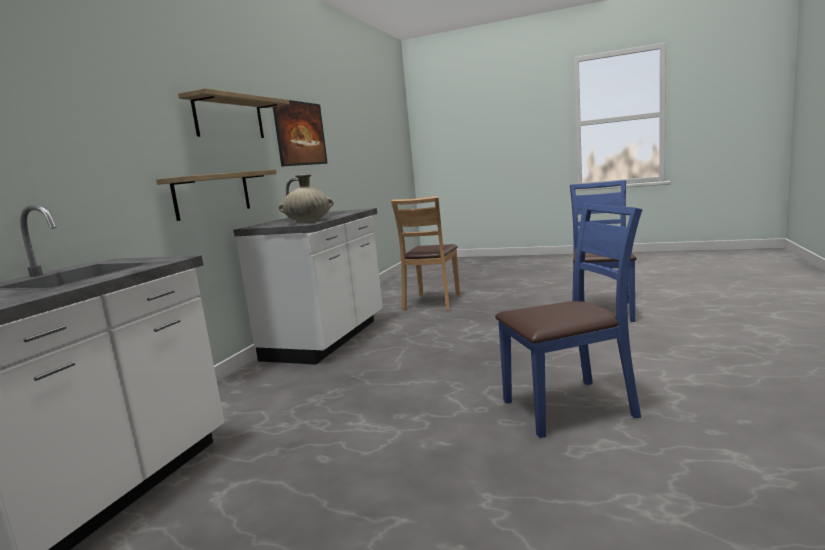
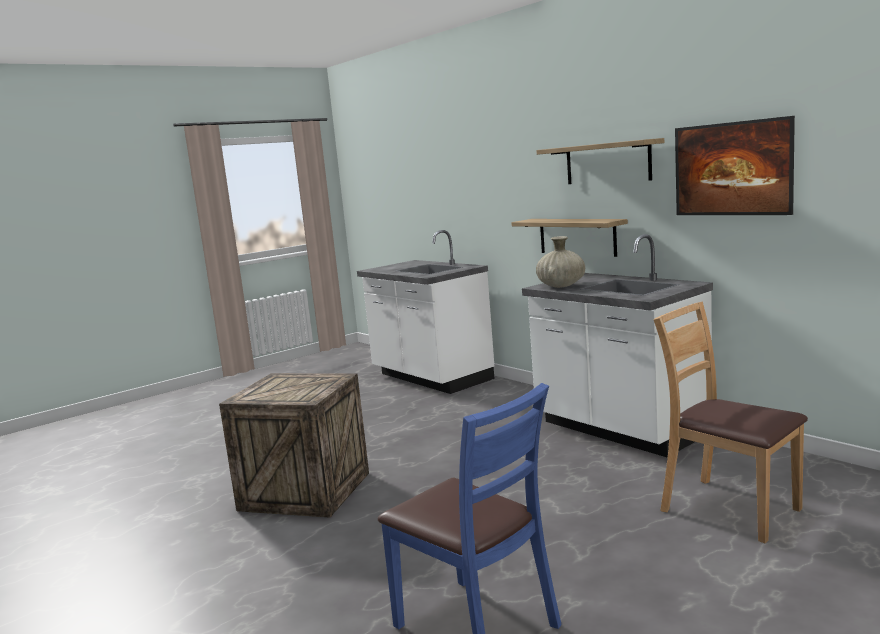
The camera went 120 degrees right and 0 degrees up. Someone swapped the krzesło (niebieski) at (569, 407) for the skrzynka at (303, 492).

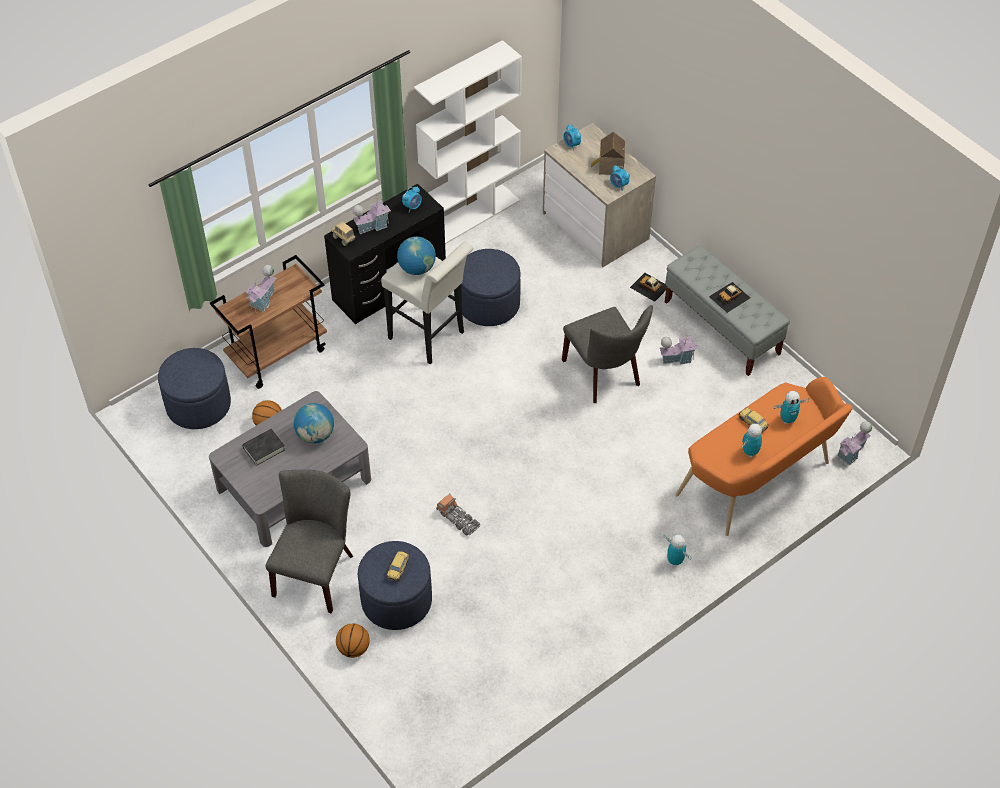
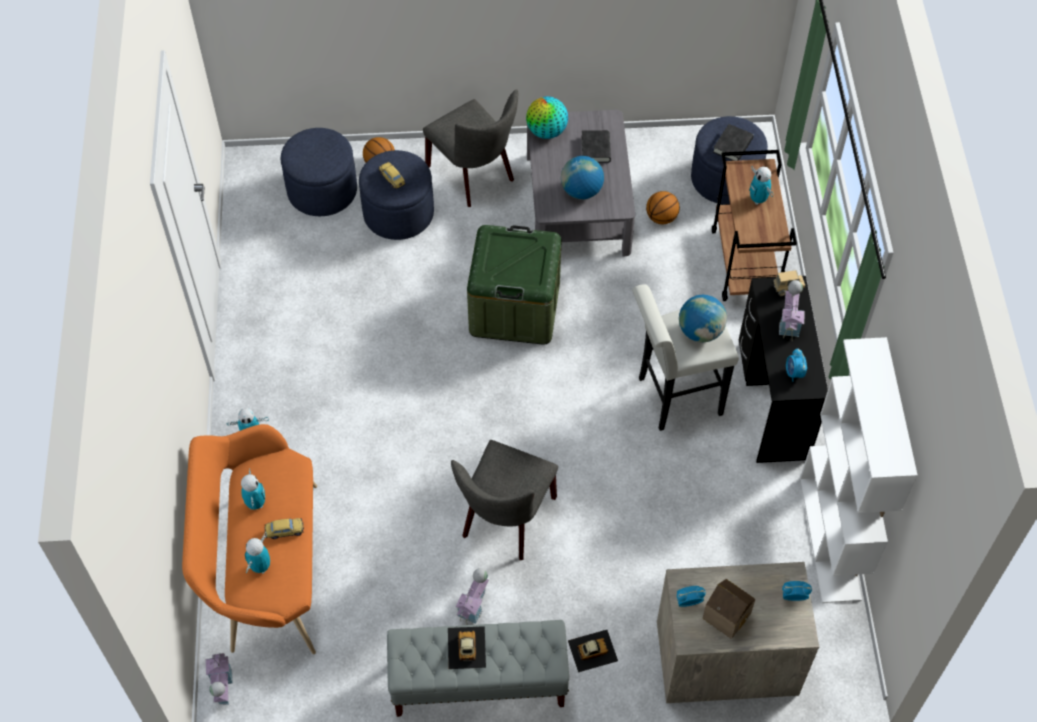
The camera went 125 degrees right and 5 degrees up. Someone carried the pufa (niebieski) from (489, 304) to (322, 190). Someone rotated the krzesło (szary) at (604, 375) by 75 degrees counterclockwise. Someone put down the pojemnik do przechowywania (zielony) at (514, 308). Someone put down the globus at (546, 131). Someone put down the książka (czarny) at (732, 146). Someone swapped the domek at (264, 300) for the robot zabawkowy at (758, 199). Someone took away the ciężarówka zabawkowa at (458, 519).

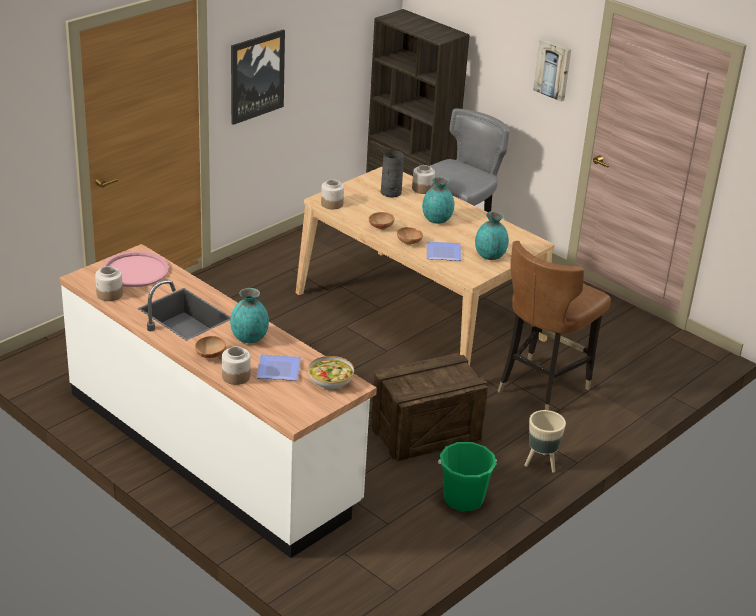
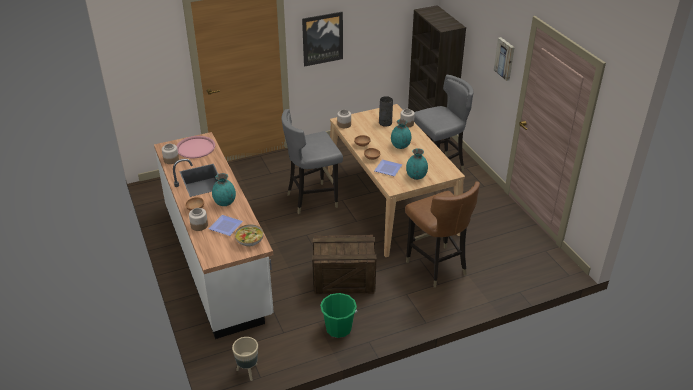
The camera went 25 degrees right and 5 degrees up. Someone carried the donica (beżowy) from (541, 464) to (248, 371). Someone put down the krzesło (szary) at (312, 199). Someone rotated the krzesło (brązowy) at (541, 387) by 90 degrees counterclockwise.

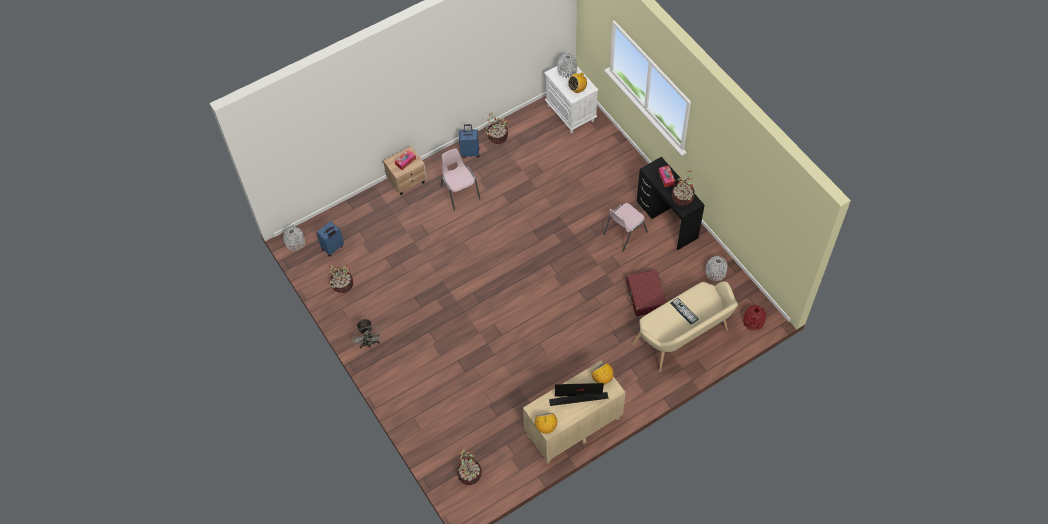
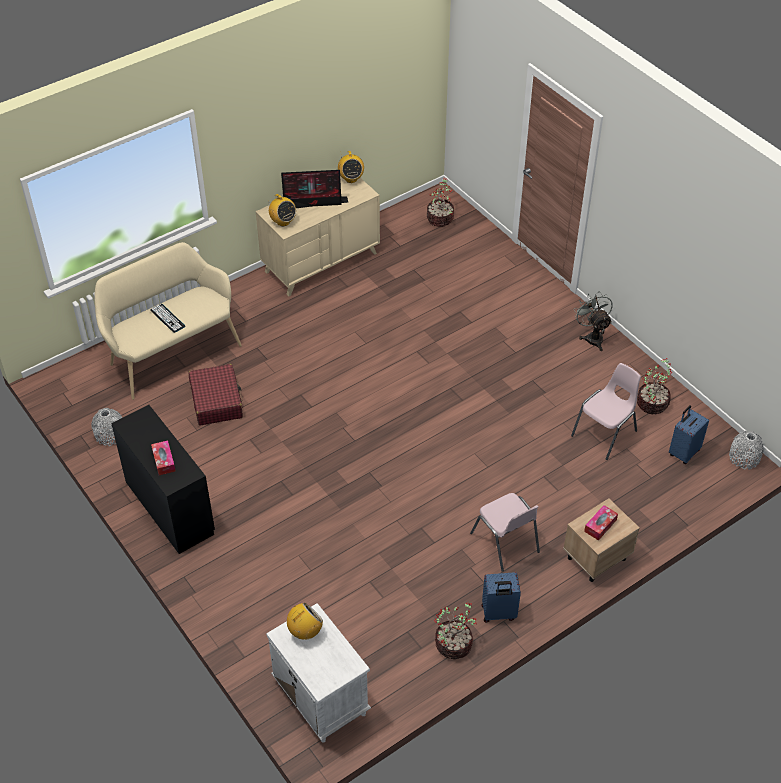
The camera went 175 degrees right and 10 degrees down. Someone carried the krzesło (różowy) from (624, 233) to (605, 433). Someone took away the wazon (szary) at (567, 71). Someone took away the roślina doniczkowa at (682, 198). Someone took away the wazon (czerwony) at (753, 321).

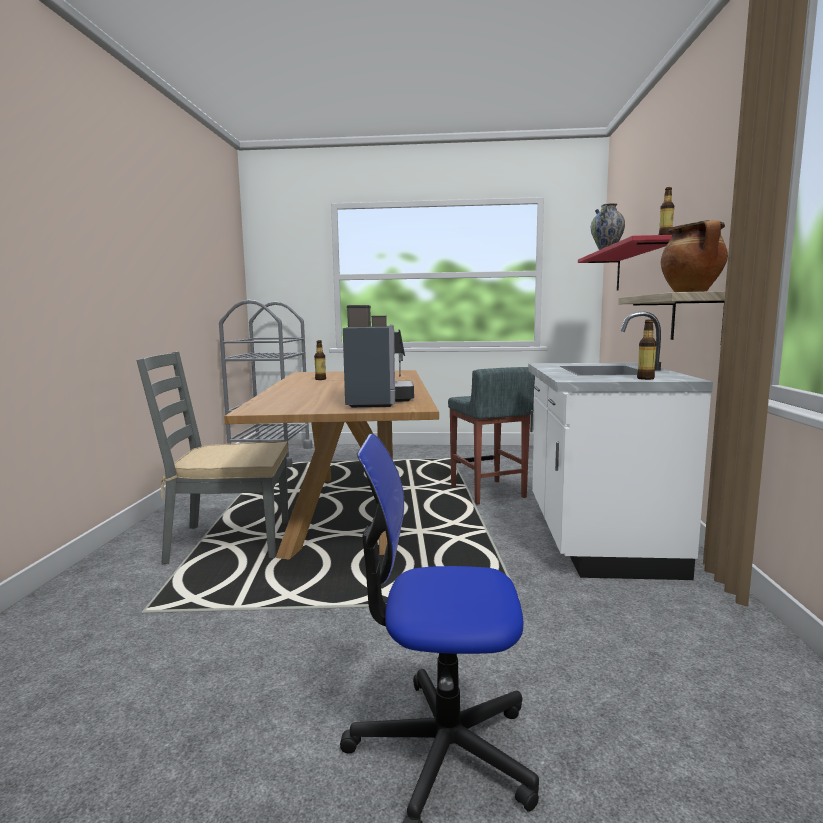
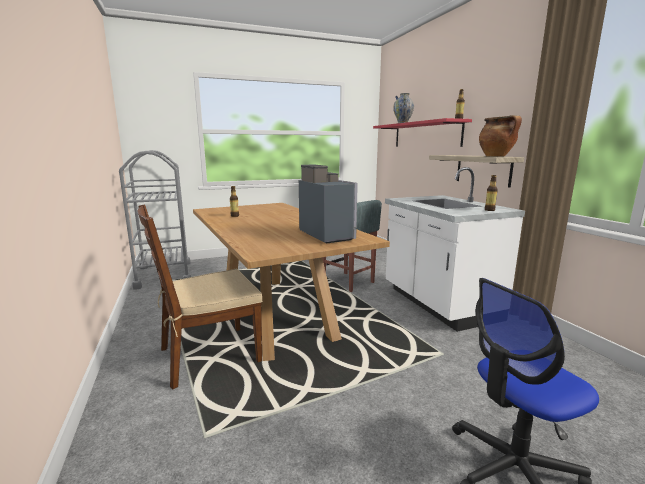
The camera went 25 degrees left and 5 degrees up. Someone repainted the krzesło (szary) at (228, 541), which became the krzesło (brązowy) at (209, 355).

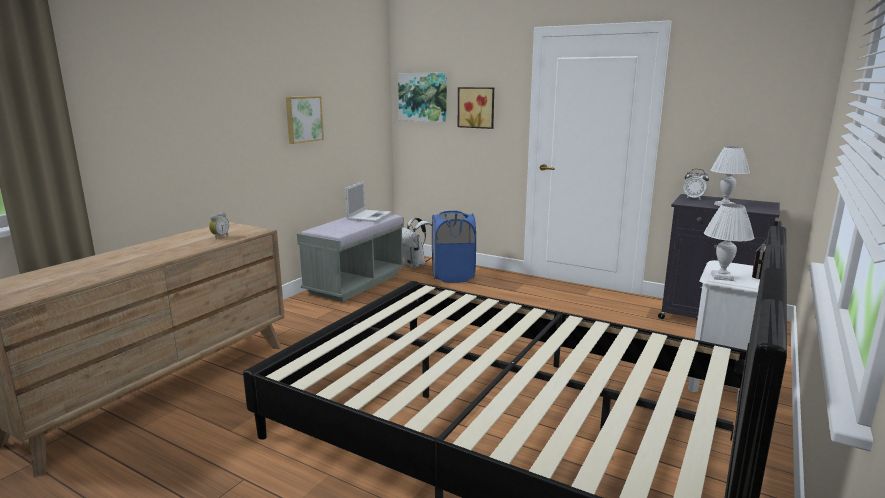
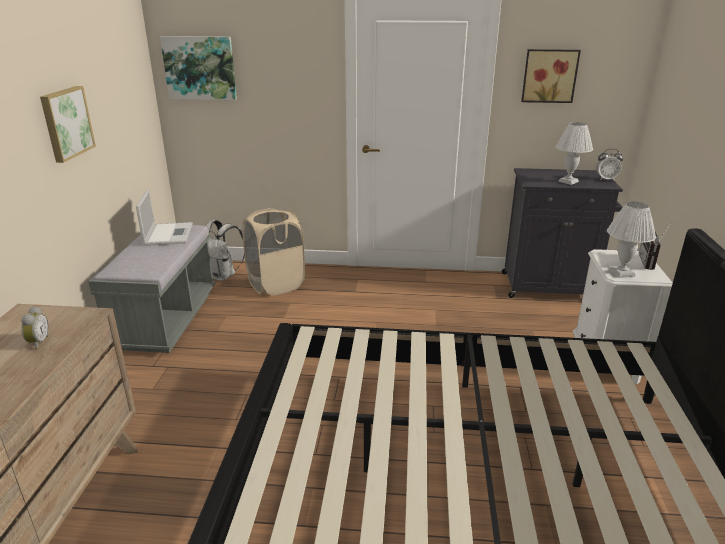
The camera went 25 degrees left and 10 degrees up. Someone repainted the kosz na pranie (niebieski) at (453, 276), which became the kosz na pranie (beżowy) at (276, 284). Someone carried the obraz from (476, 107) to (549, 76). Someone carried the budzik from (694, 198) to (606, 179).

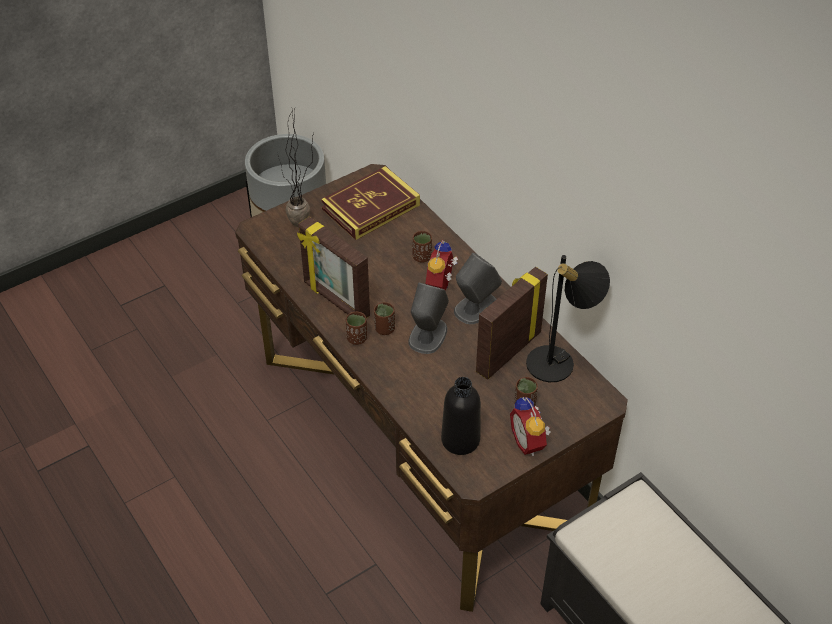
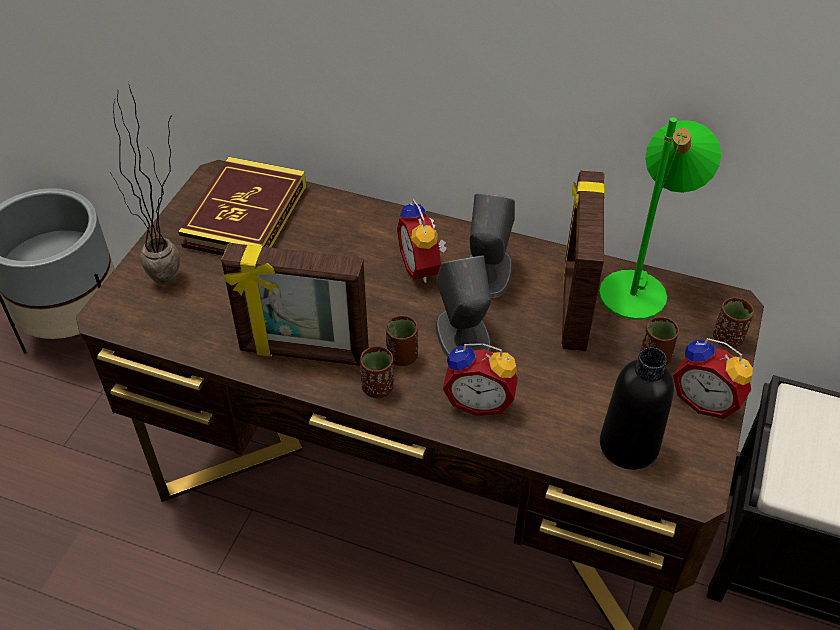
The camera went 35 degrees left and 0 degrees up. Someone put down the budzik at (479, 400). Someone repainted the lampa stołowa (czarny) at (559, 362), which became the lampa stołowa (zielony) at (641, 287). Someone carried the filiżanka (brązowy) from (422, 257) to (727, 338).

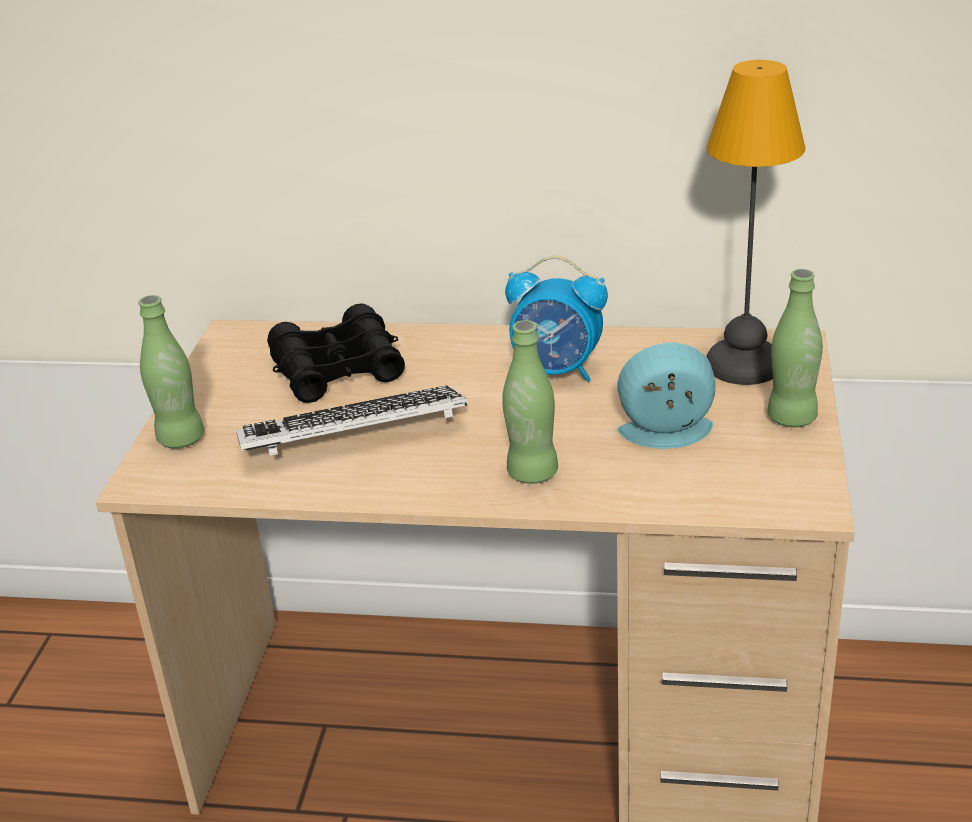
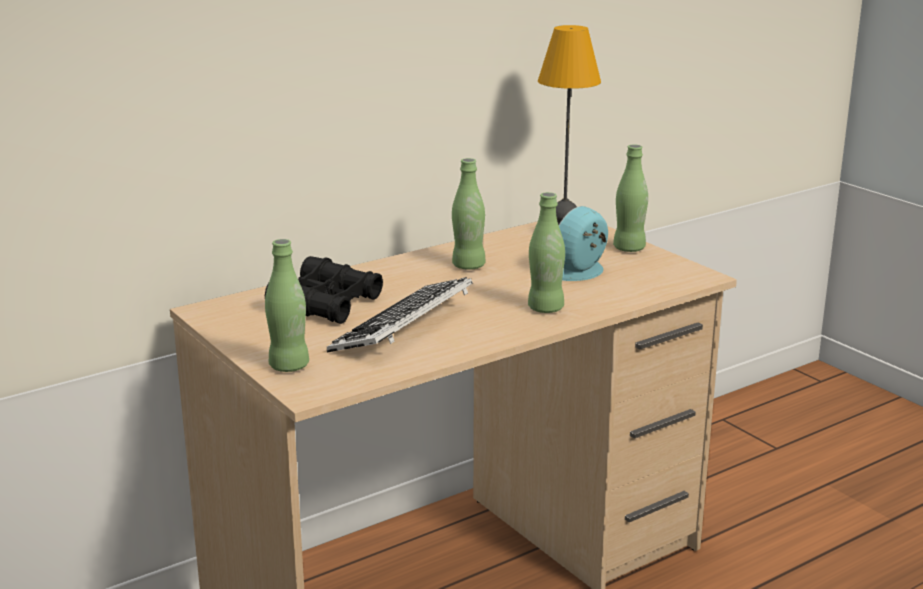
The camera went 45 degrees left and 10 degrees down. Someone swapped the budzik at (557, 371) for the butelka (zielony) at (468, 266).

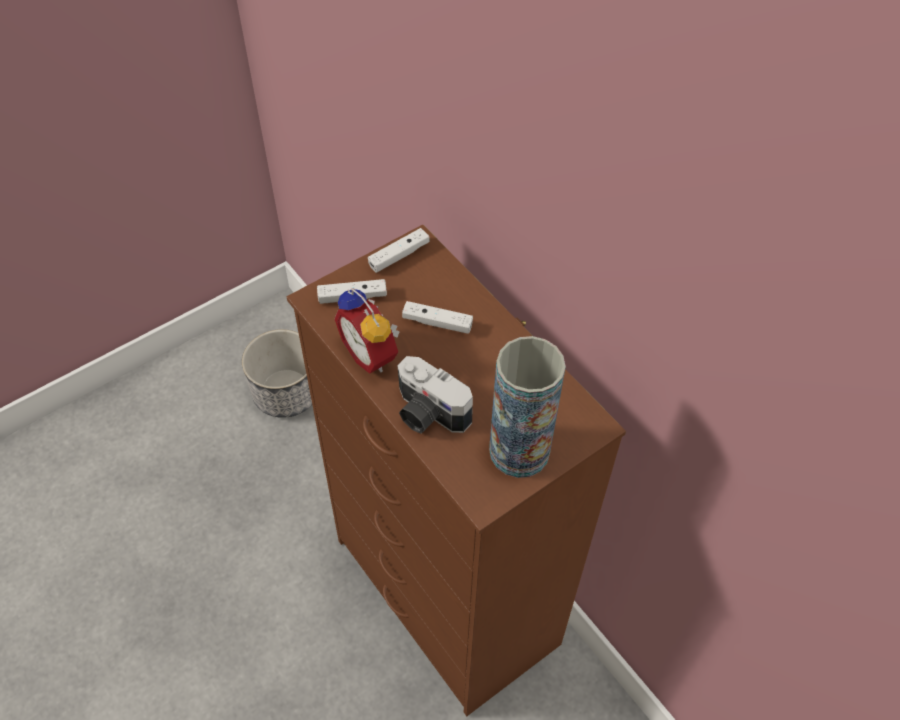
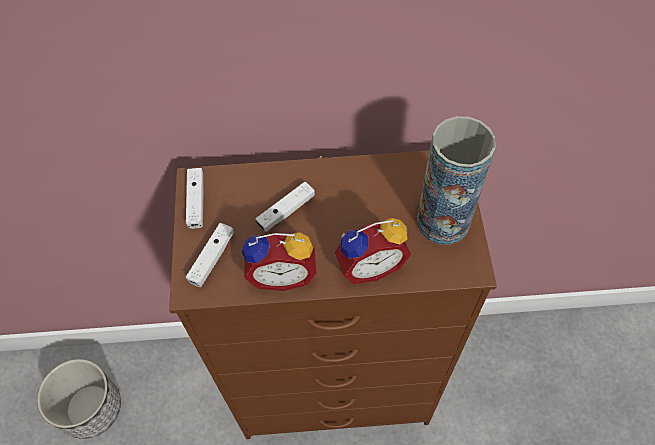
The camera went 55 degrees left and 5 degrees up. Someone swapped the aparat fotograficzny at (427, 414) for the budzik at (369, 265).

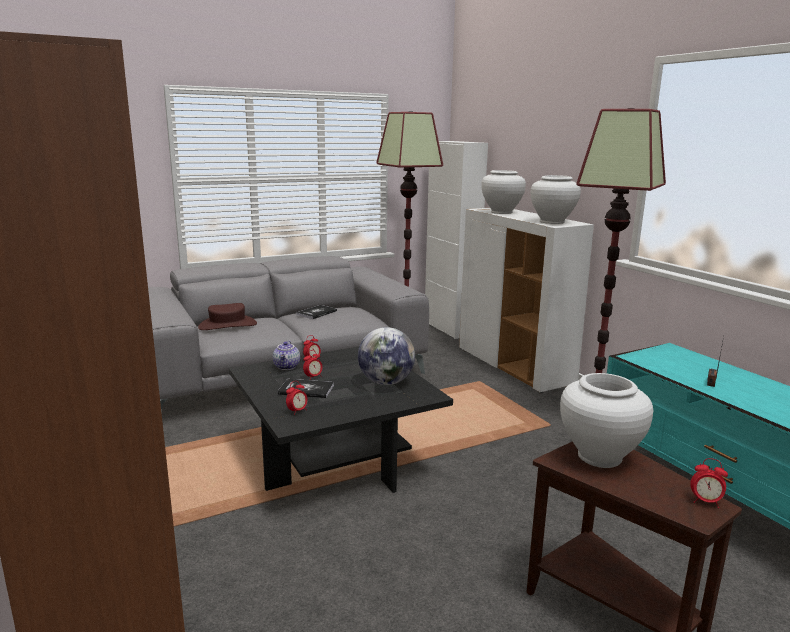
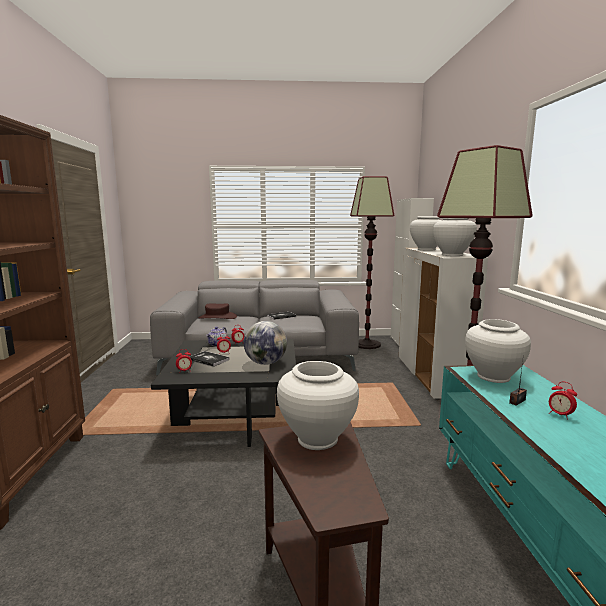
The camera went 25 degrees right and 5 degrees down. Someone put down the wazon (biały) at (493, 377). Someone carried the budzik from (705, 502) to (560, 415).

